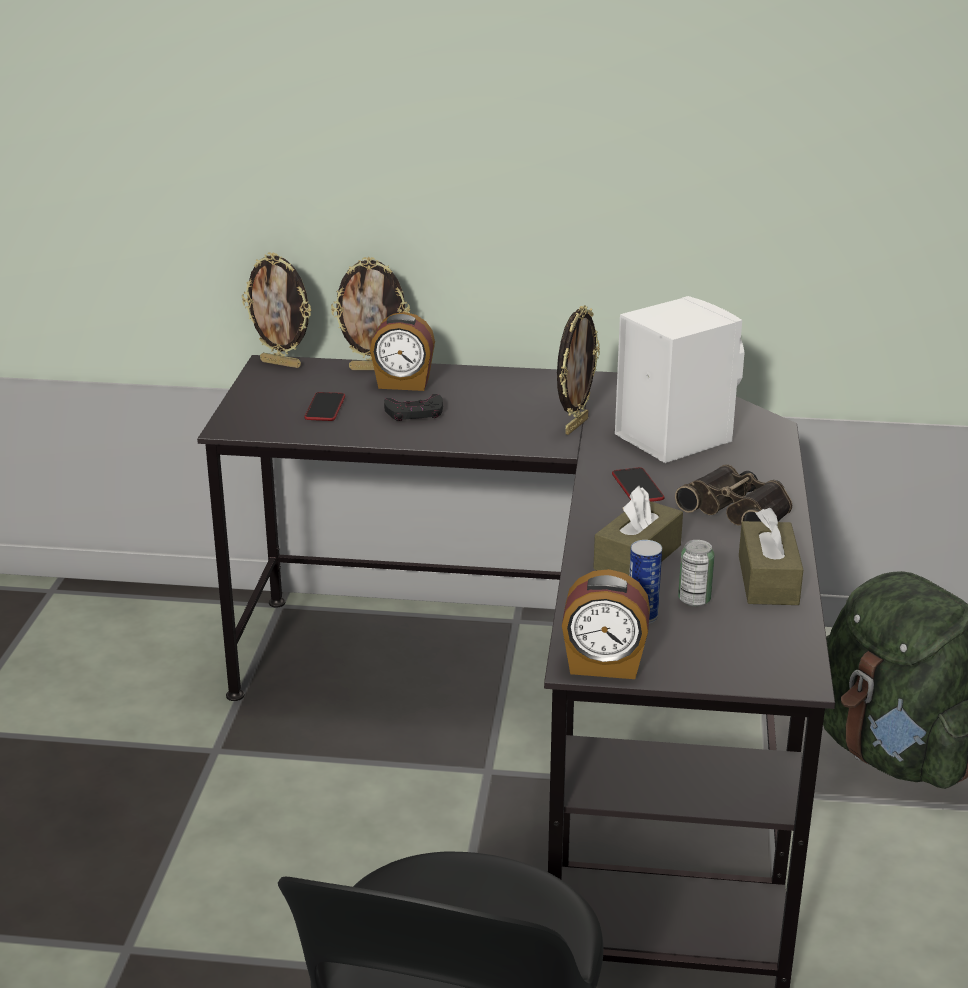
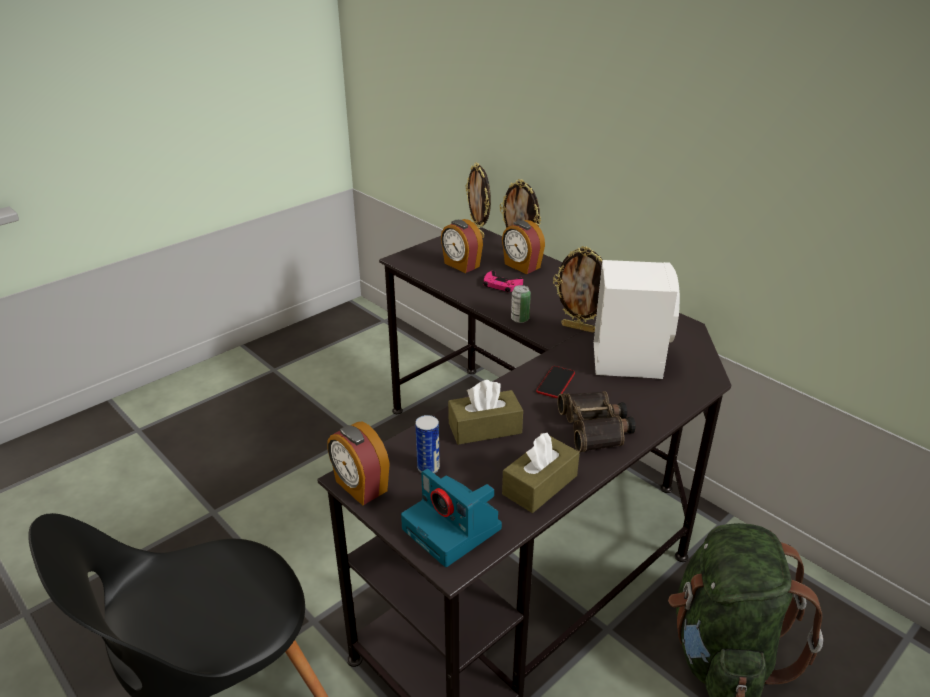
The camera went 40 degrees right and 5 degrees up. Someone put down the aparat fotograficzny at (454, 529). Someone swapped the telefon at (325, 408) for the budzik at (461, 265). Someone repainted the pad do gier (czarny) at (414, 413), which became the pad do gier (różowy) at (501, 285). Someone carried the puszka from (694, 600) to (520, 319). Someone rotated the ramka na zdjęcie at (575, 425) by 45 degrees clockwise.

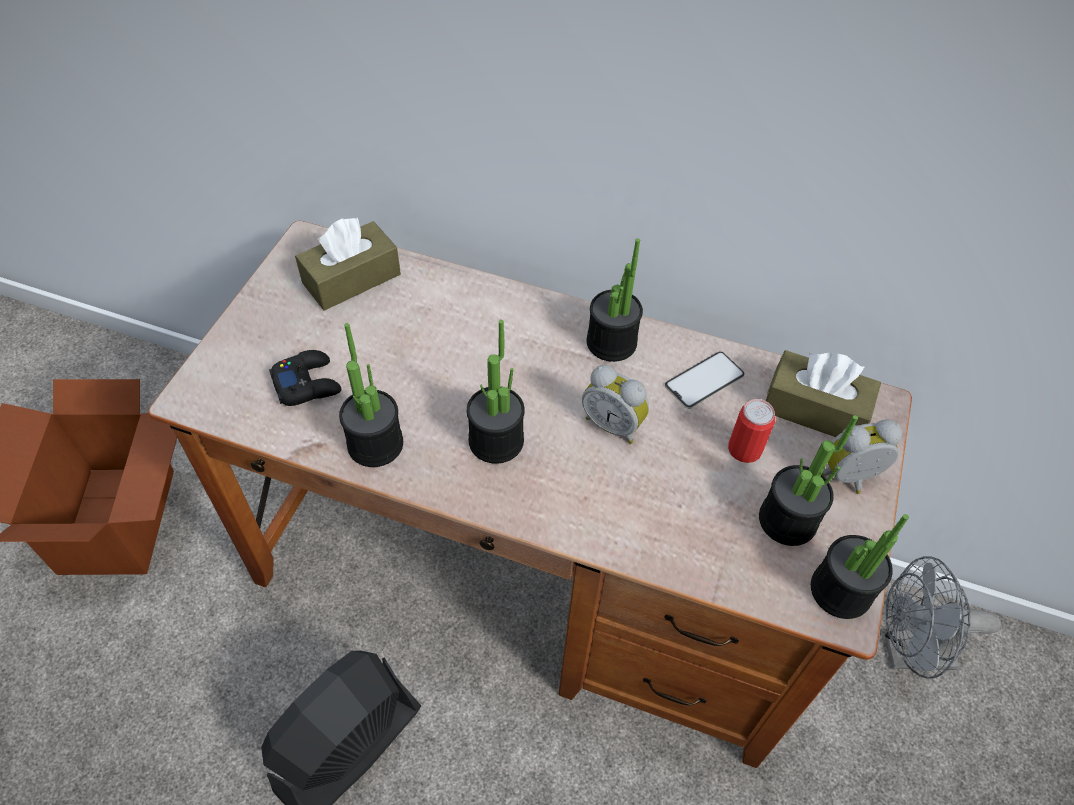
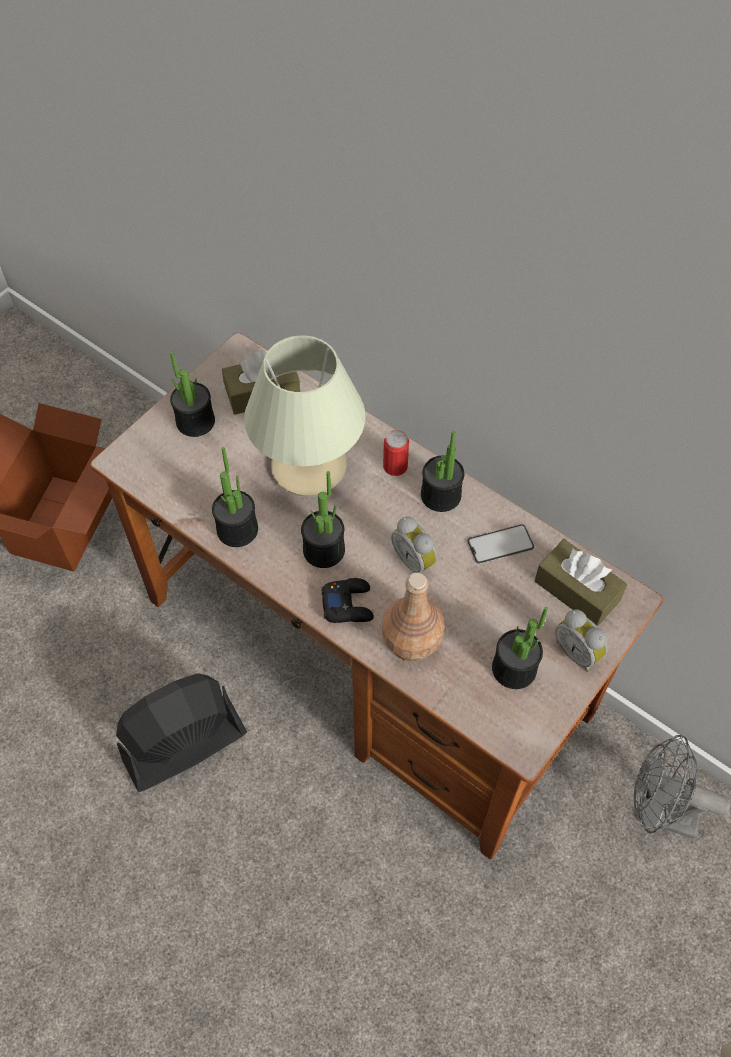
The camera went 20 degrees right and 5 degrees up. Someone carried the roślina doniczkowa from (840, 590) to (195, 421). Someone put down the lampa stołowa (beżowy) at (308, 466). Someone carried the pad do gier (czarny) from (307, 383) to (348, 604). Someone put down the butelka (brązowy) at (412, 642). Someone carried the puszka from (744, 449) to (395, 466). Someone rotated the budzik at (850, 479) by 135 degrees counterclockwise.

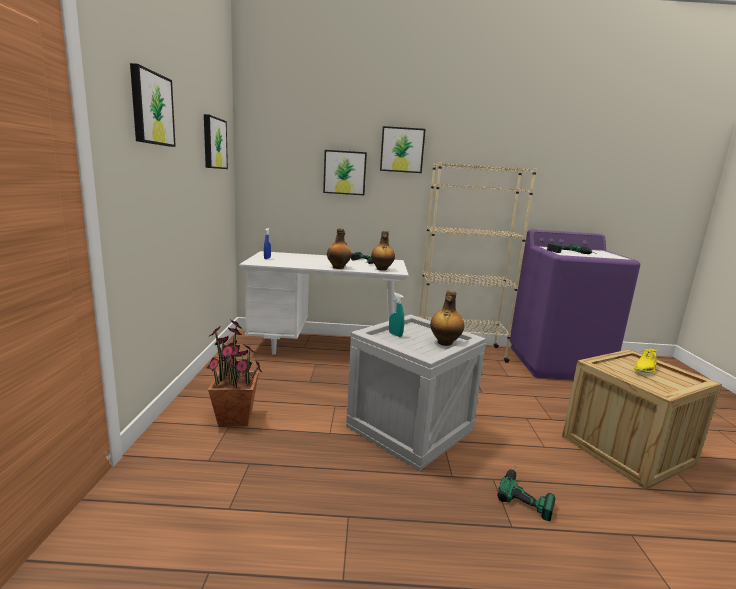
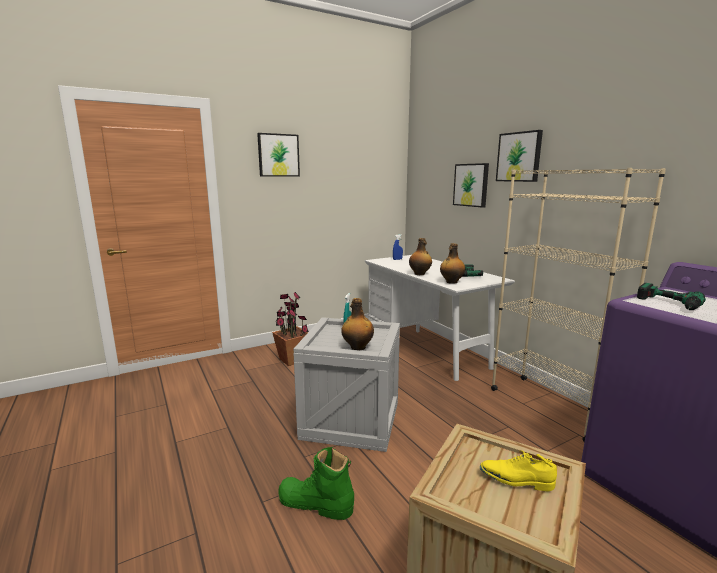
The camera went 60 degrees right and 0 degrees up. Someone swapped the wiertarka at (527, 493) for the but z cholewką (zielony) at (315, 504). Someone took away the obraz at (213, 143).

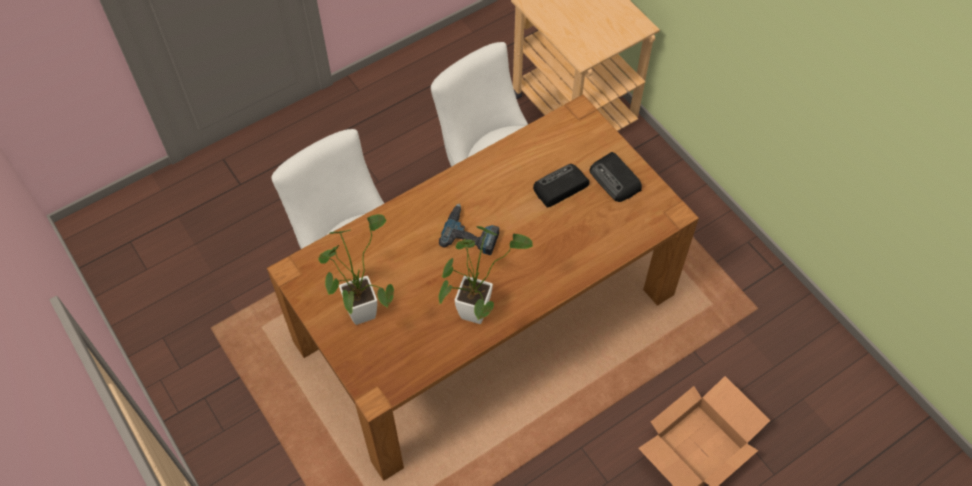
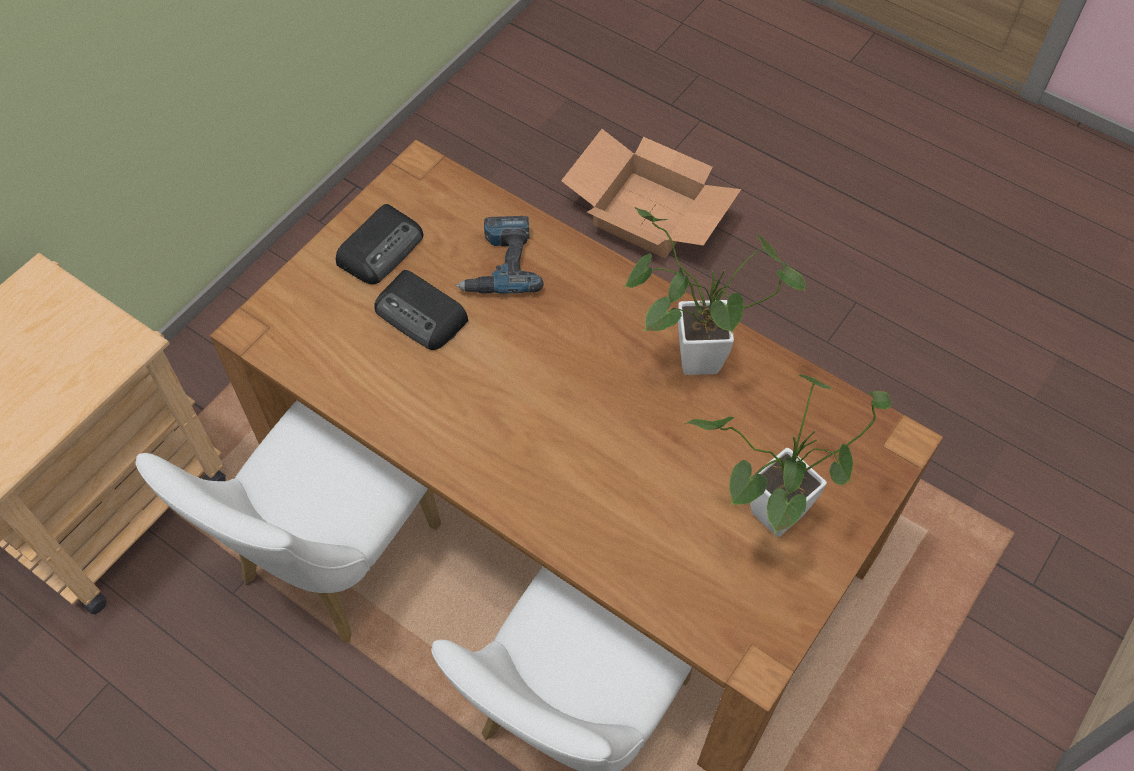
The camera went 110 degrees left and 0 degrees up. Someone carried the wiertarka from (471, 233) to (499, 263).

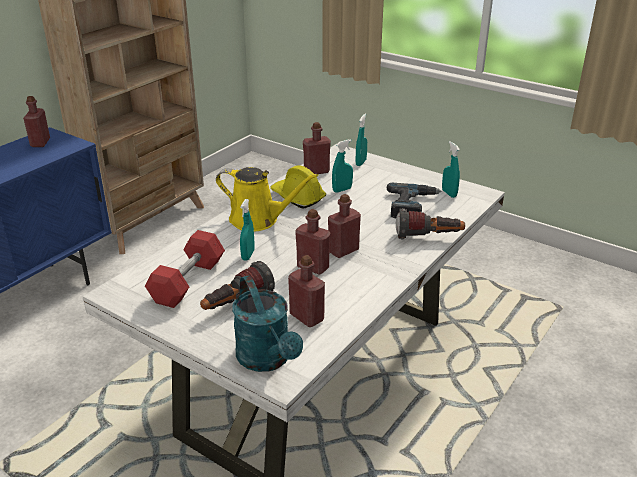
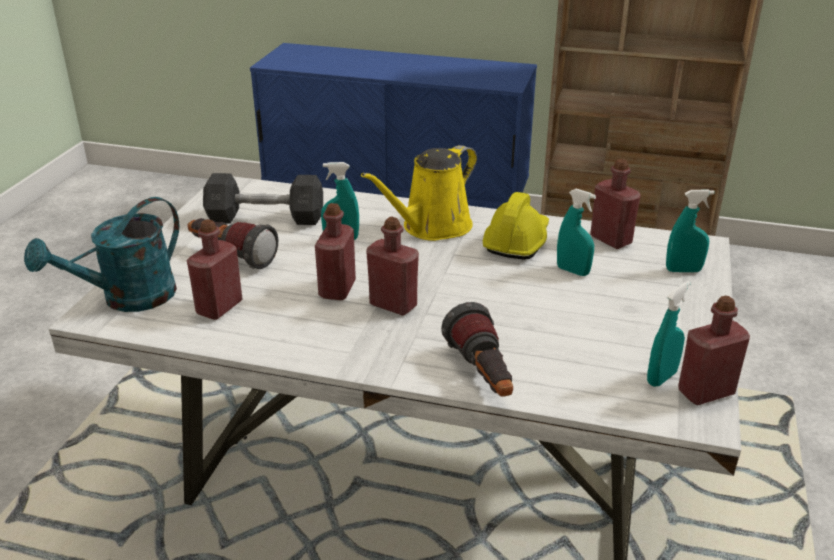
The camera went 70 degrees right and 0 degrees up. Someone repainted the hantel (czerwony) at (188, 281), which became the hantel (szary) at (265, 218). Someone rotated the konewka (żółty) at (258, 220) by 45 degrees clockwise. Someone carried the butelka (czerwony) from (40, 143) to (705, 392). Someone took away the wiertarka at (412, 205).

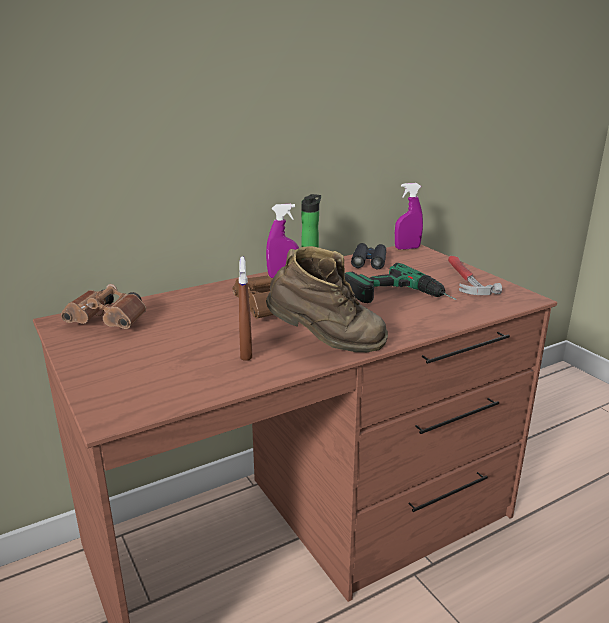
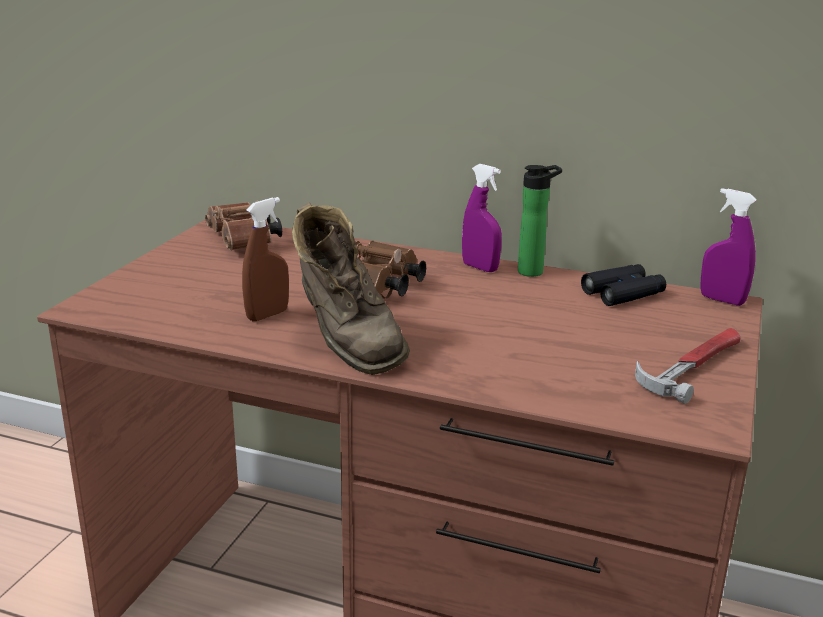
The camera went 50 degrees right and 0 degrees up. Someone took away the wiertarka at (400, 297).

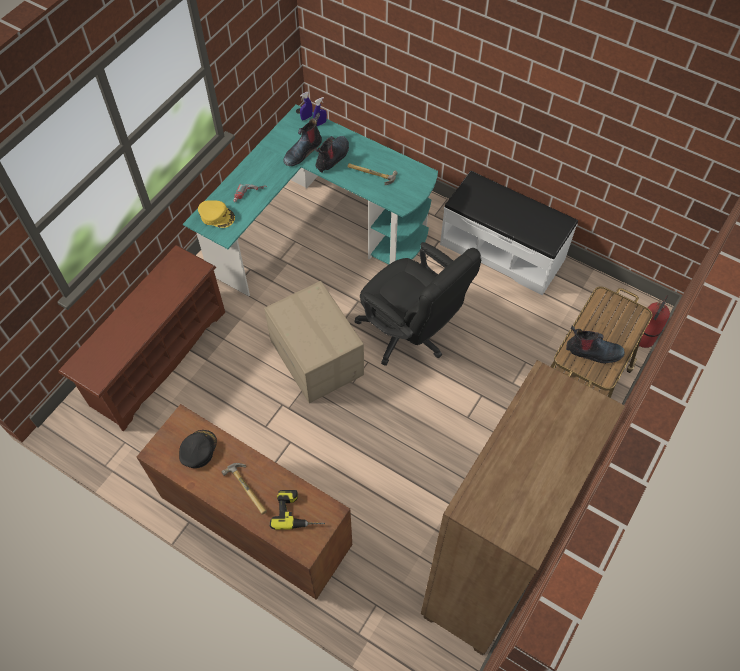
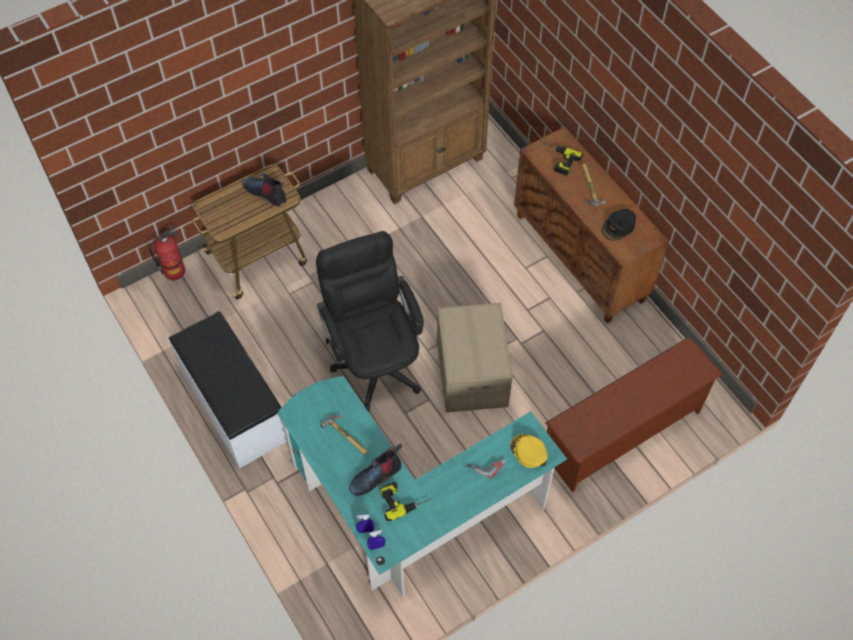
The camera went 155 degrees left and 0 degrees up. Someone swapped the but z cholewką at (302, 151) for the wiertarka at (403, 499).

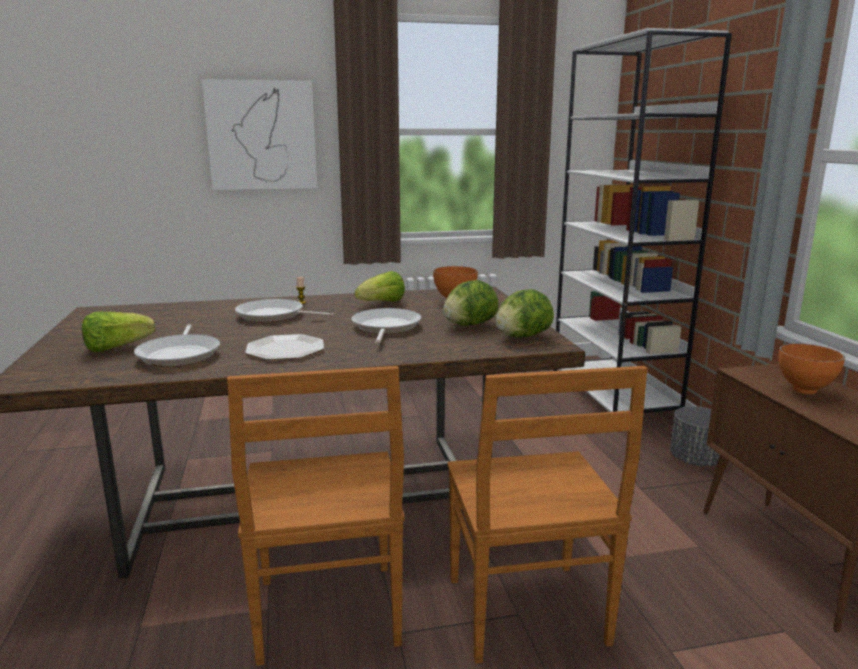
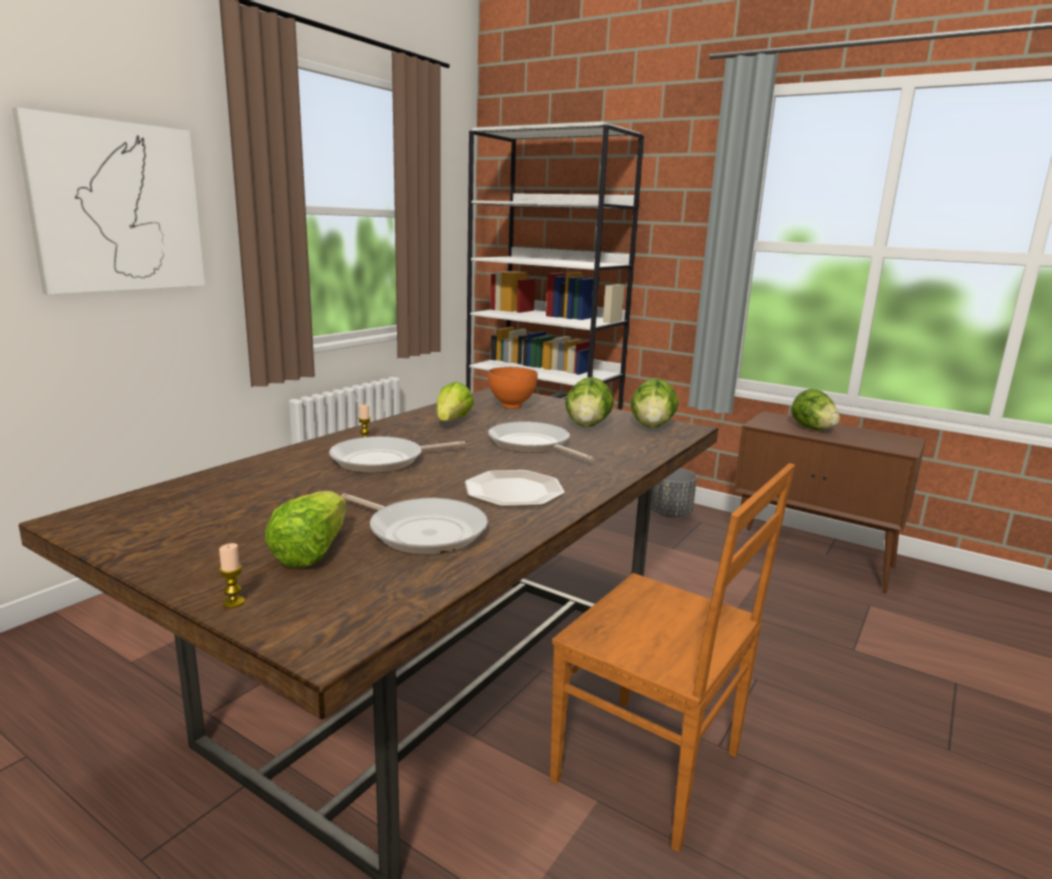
The camera went 45 degrees left and 0 degrees up. Someone put down the świeca at (233, 602). Someone swapped the miska (pomarańczowy) at (805, 391) for the sałata at (812, 428). Someone took away the krzesło (brązowy) at (527, 614).

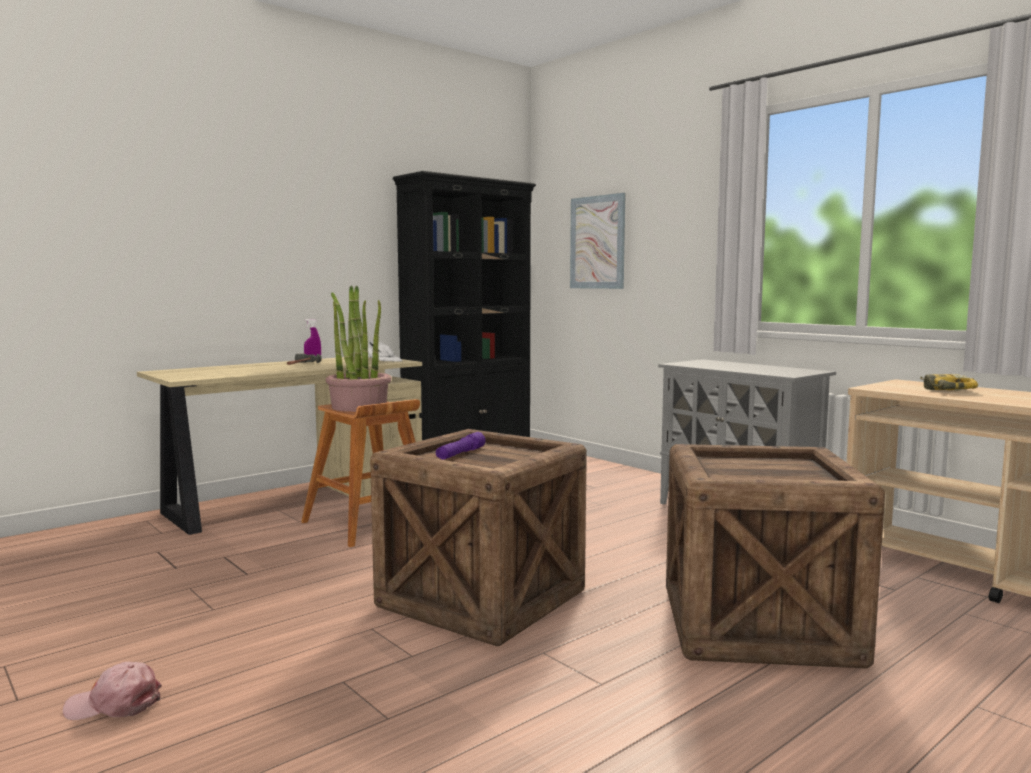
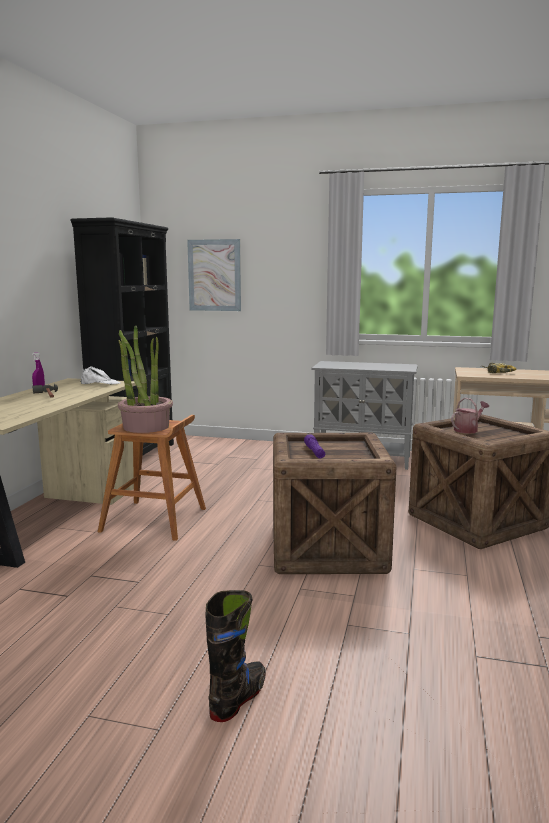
The camera went 35 degrees left and 5 degrees up. Someone swapped the czapka z daszkiem (różowy) at (114, 704) for the but z cholewką (czarny) at (238, 698). Someone put down the konewka at (468, 430).

